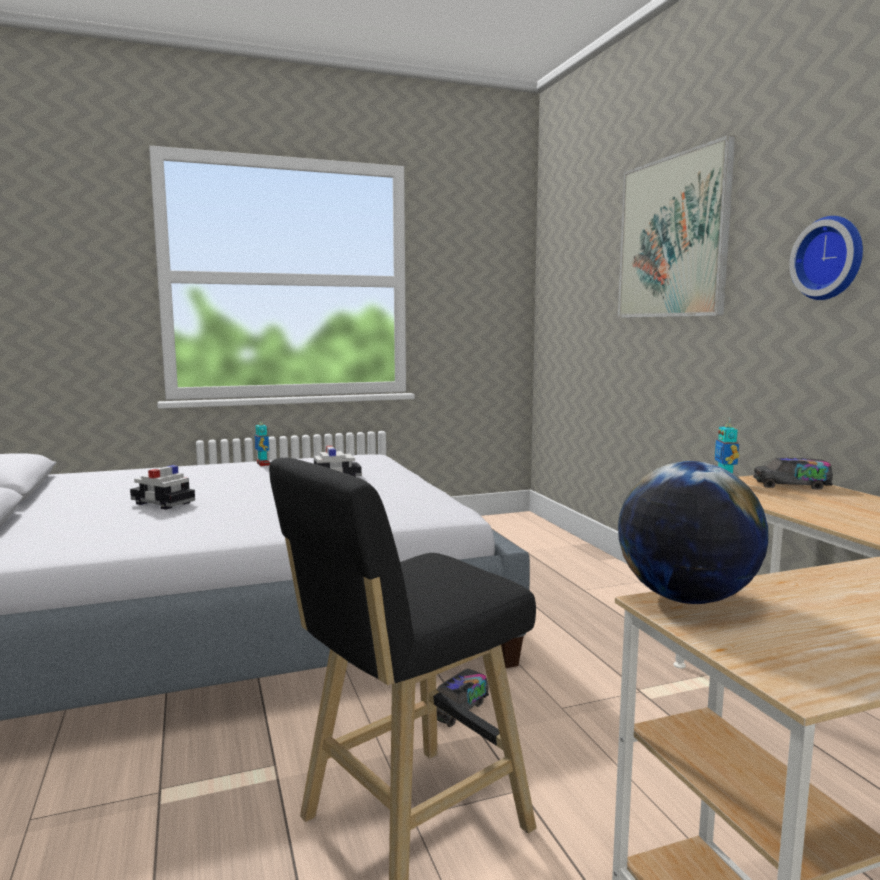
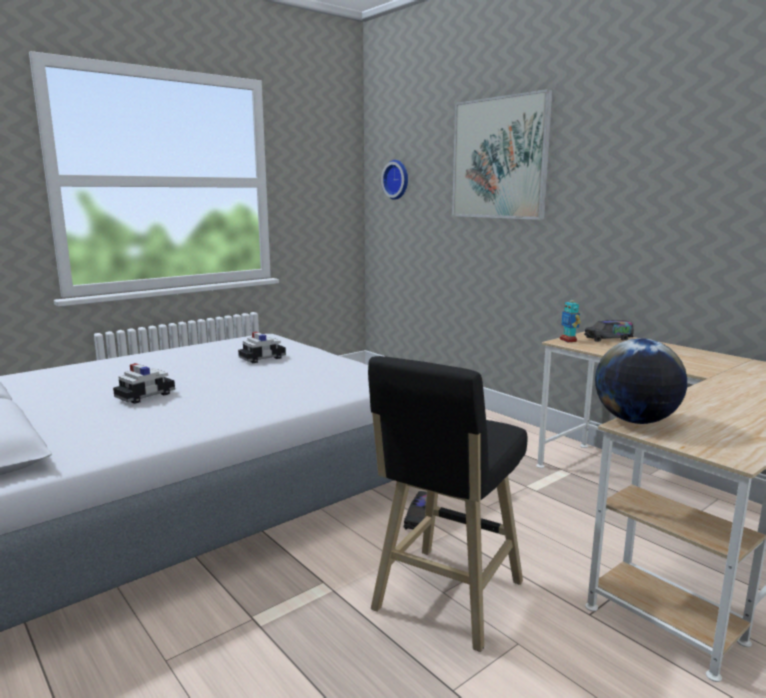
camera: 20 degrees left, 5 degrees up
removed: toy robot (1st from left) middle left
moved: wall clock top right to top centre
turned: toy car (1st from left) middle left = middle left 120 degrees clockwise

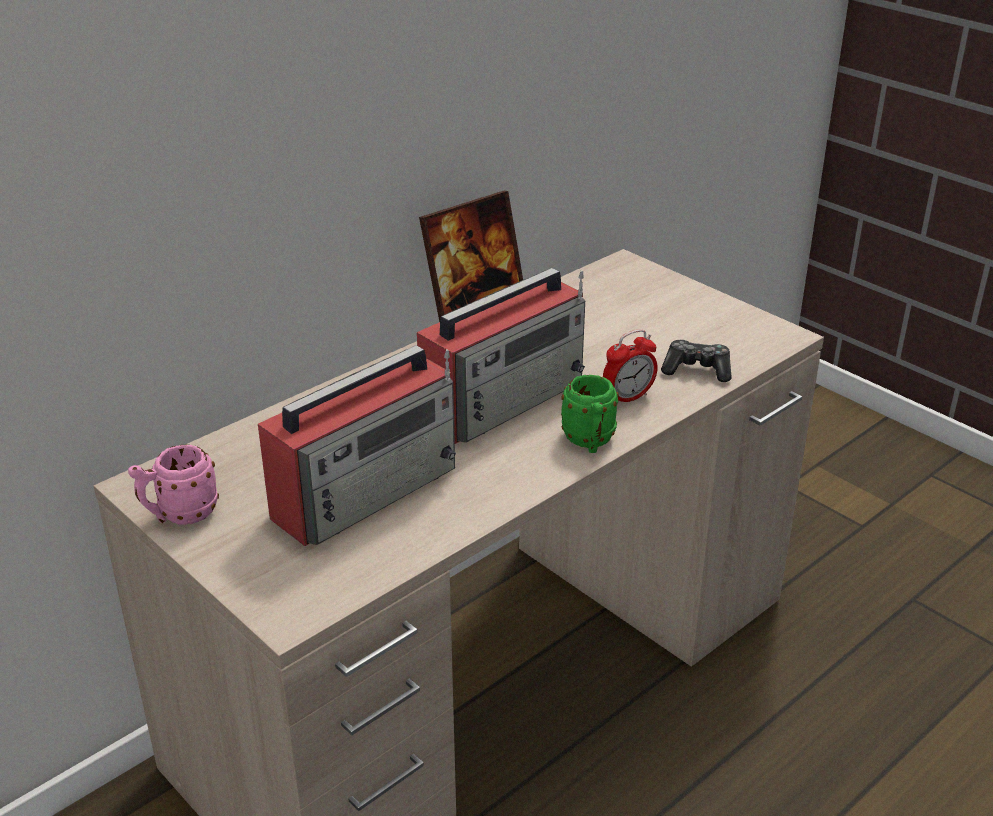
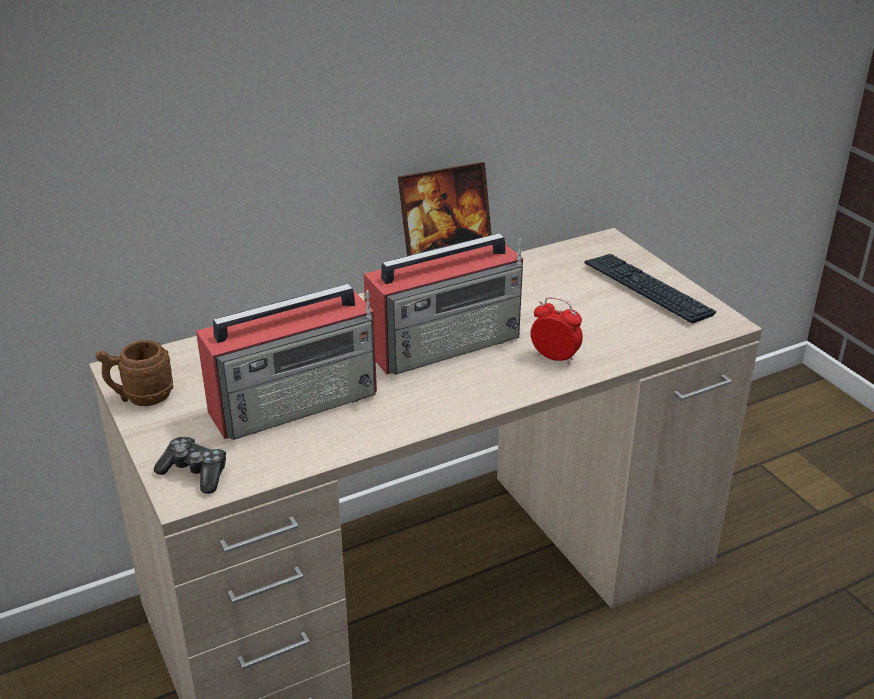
camera: 15 degrees right, 0 degrees up
removed: mug (green) centre
added: keyboard middle right
moved: game controller middle right to middle left
recoloured: mug (pink) middle left to mug (brown) middle left
turned: alarm clock centre = centre 135 degrees counterclockwise

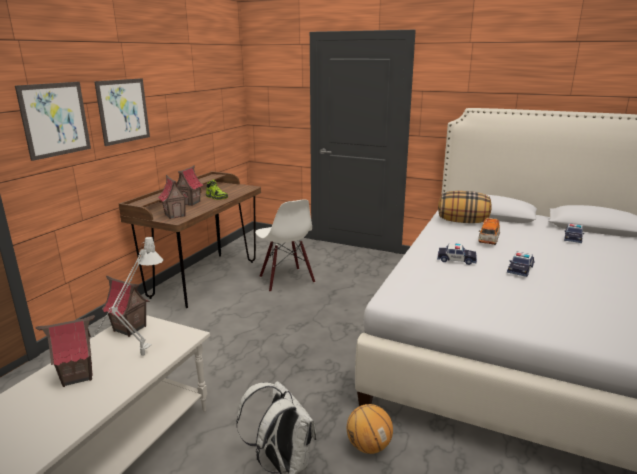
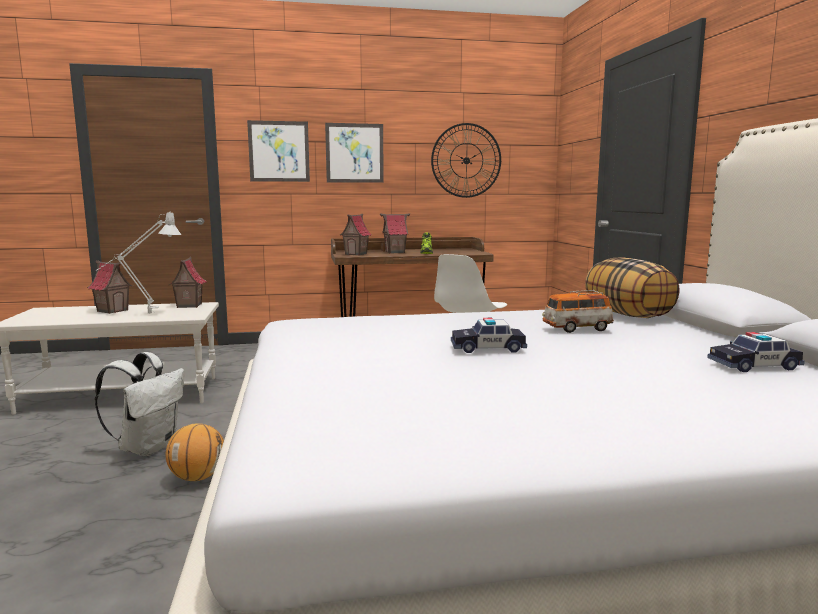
camera: 55 degrees right, 10 degrees down
removed: toy car (1st from left) middle right
added: wall clock top centre

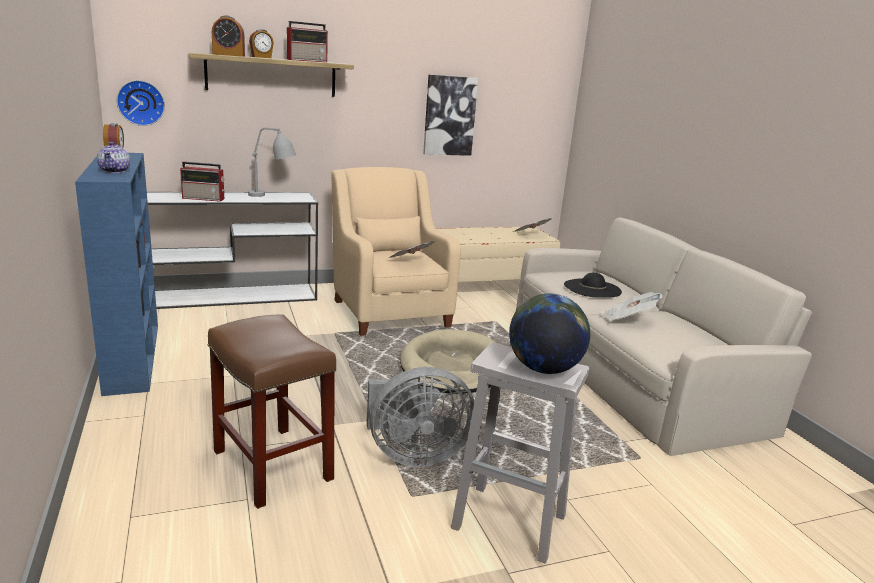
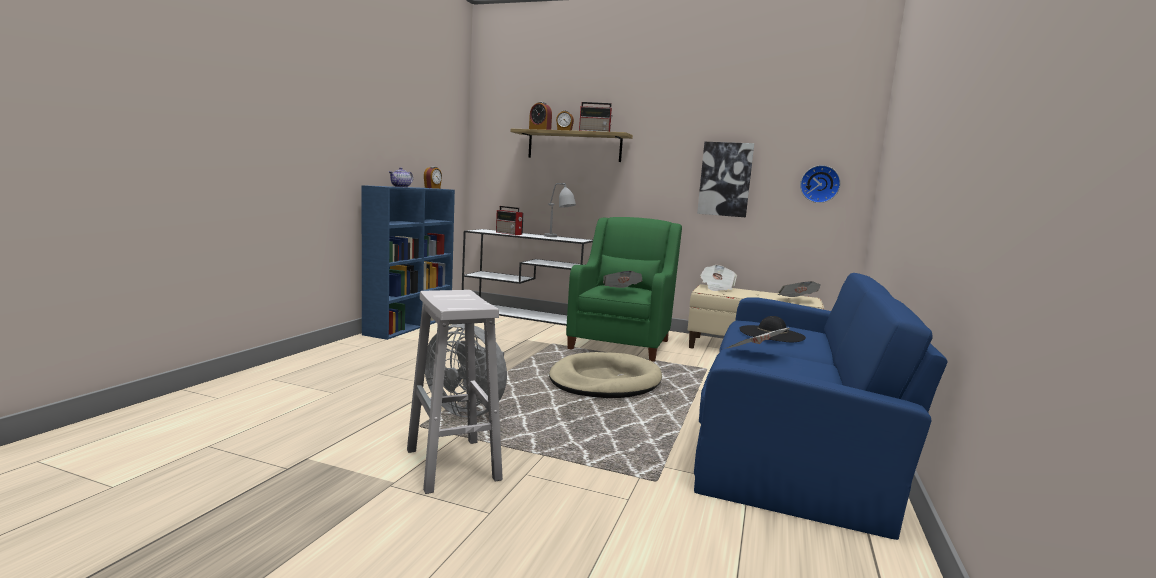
camera: 40 degrees right, 10 degrees down
removed: stool (brown) bottom left; globe centre
added: newspaper (2nd from left) centre
moved: wall clock top left to top right
recoloured: armchair (beige) centre to armchair (green) centre; sofa (beige) middle right to sofa (blue) bottom right

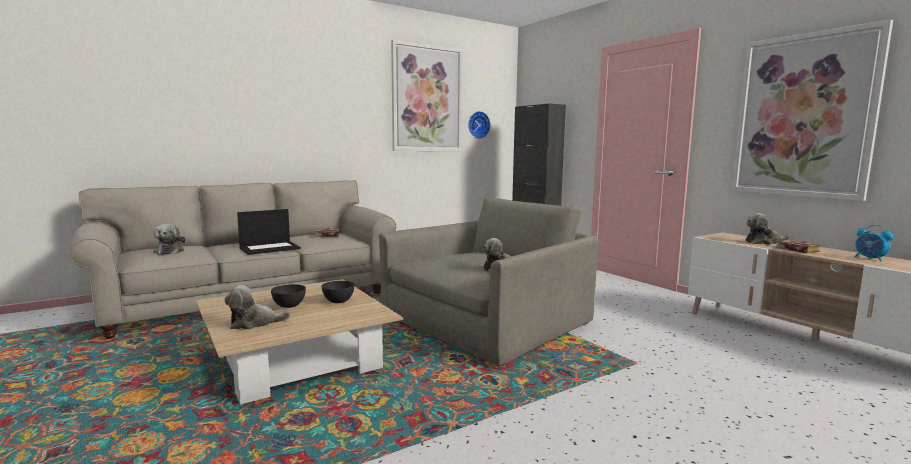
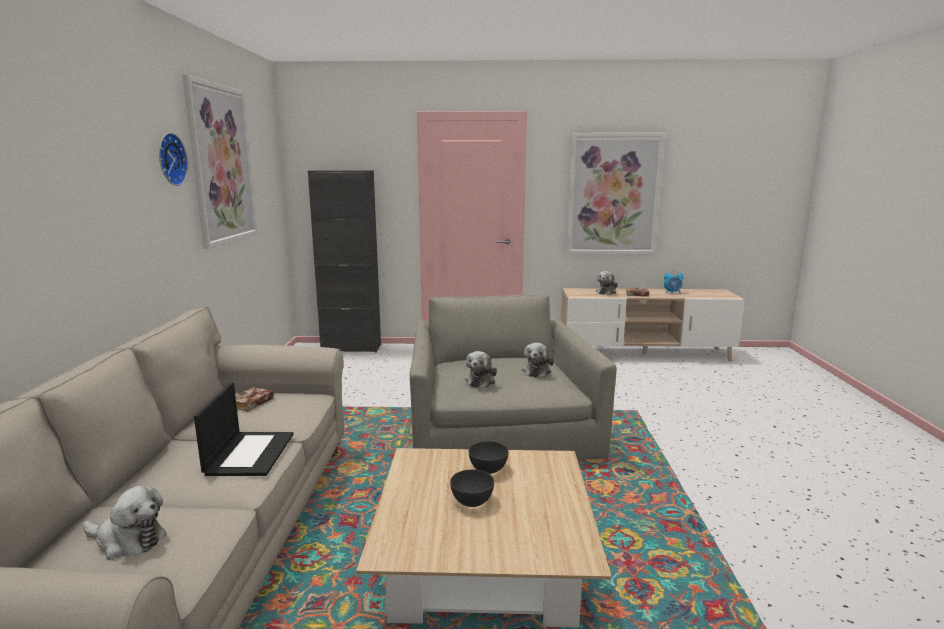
camera: 55 degrees left, 5 degrees up
moved: plush toy (2nd from left) middle left to centre; wall clock top centre to top left

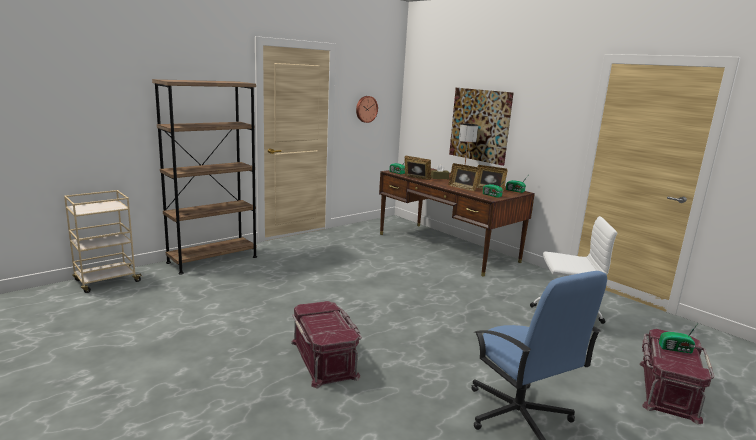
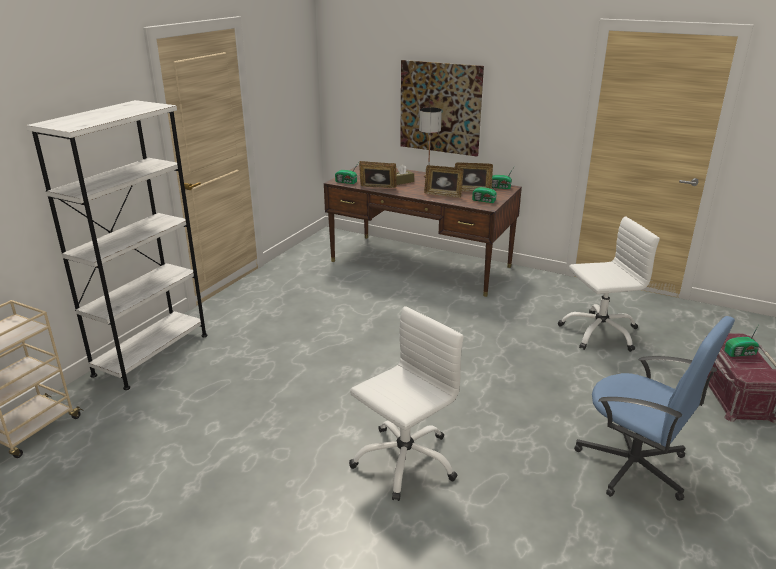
camera: 20 degrees left, 10 degrees up
removed: wall clock top centre
replaced: storage box (red) (1st from left) bottom centre to office chair (white) (1st from left) bottom centre
recoloured: bookcase (brown) middle left to bookcase (white) middle left

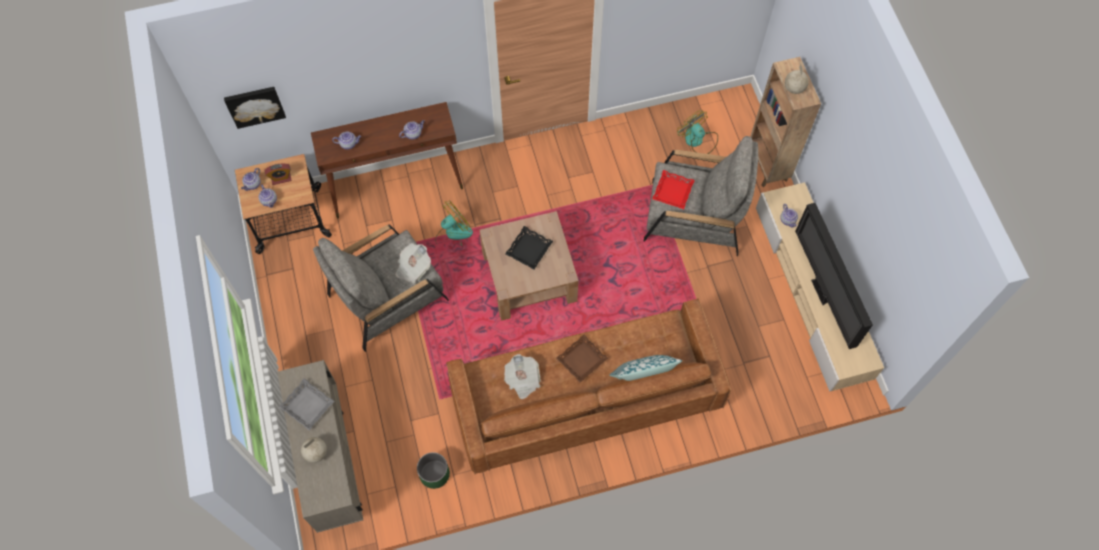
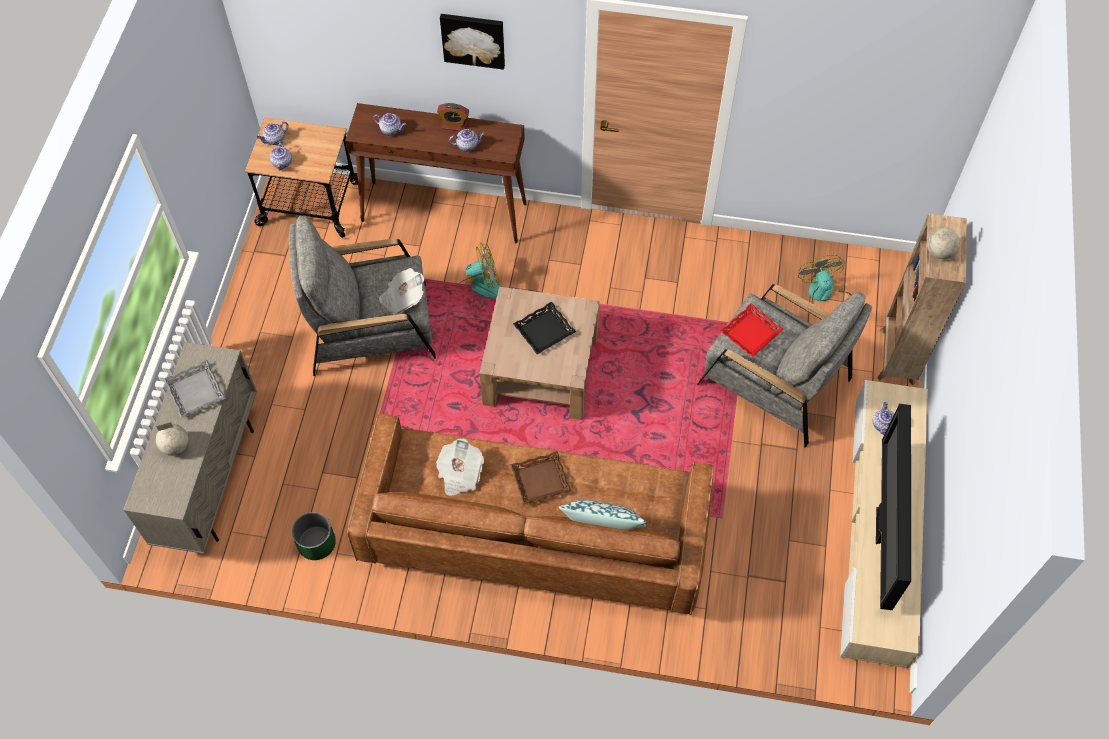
camera: 25 degrees right, 5 degrees down
moved: picture top left to top centre; alarm clock top left to top centre

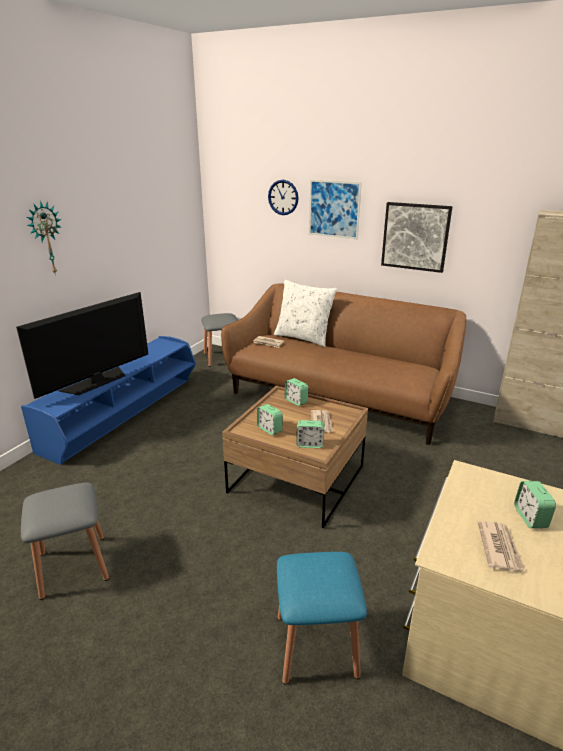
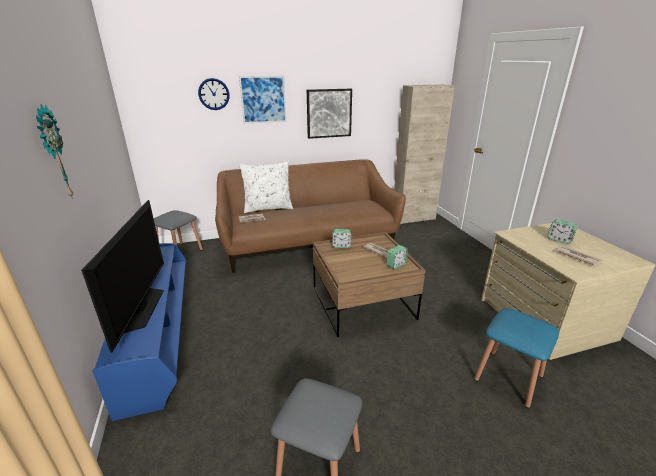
camera: 45 degrees left, 0 degrees up
removed: alarm clock (1st from left) centre

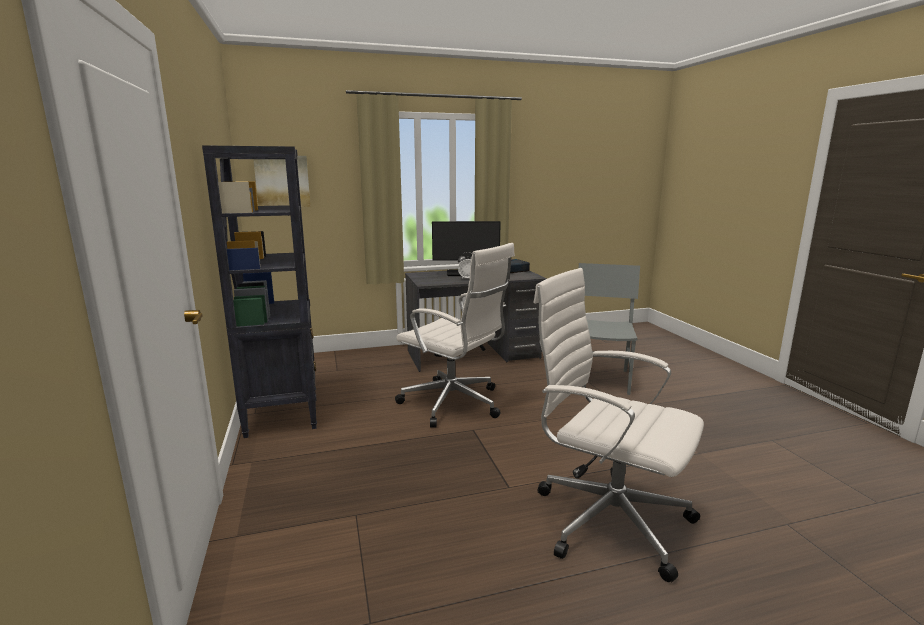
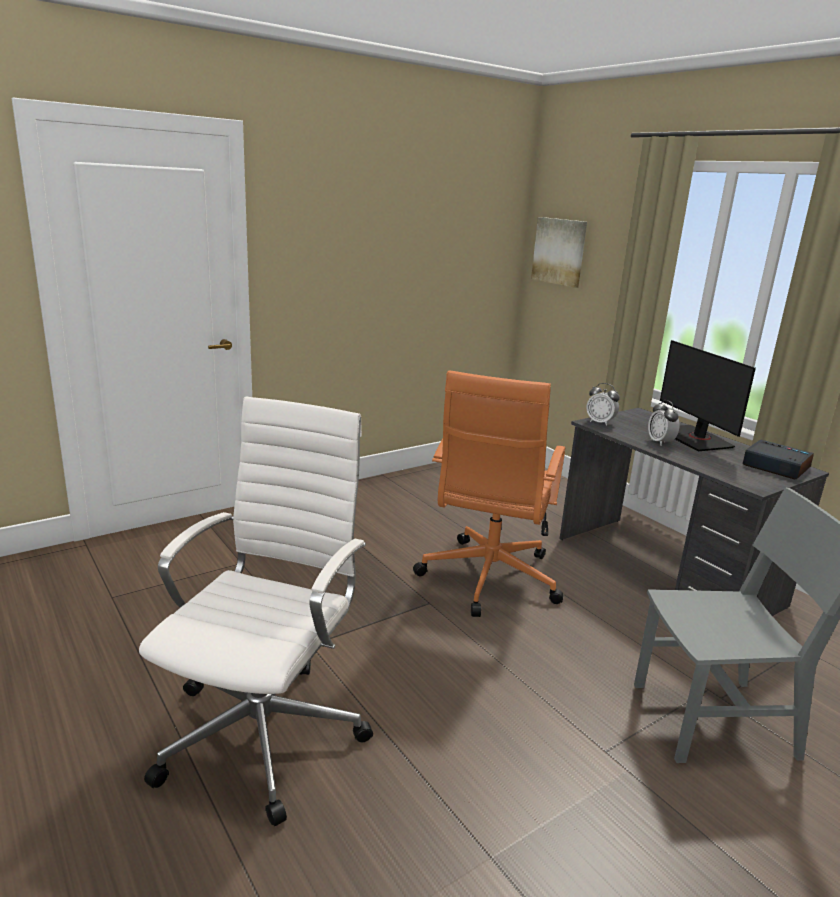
camera: 70 degrees right, 5 degrees up
removed: bookcase (black) middle left
added: alarm clock (1st from left) middle right
recoloured: office chair (white) (1st from left) centre to office chair (orange) centre

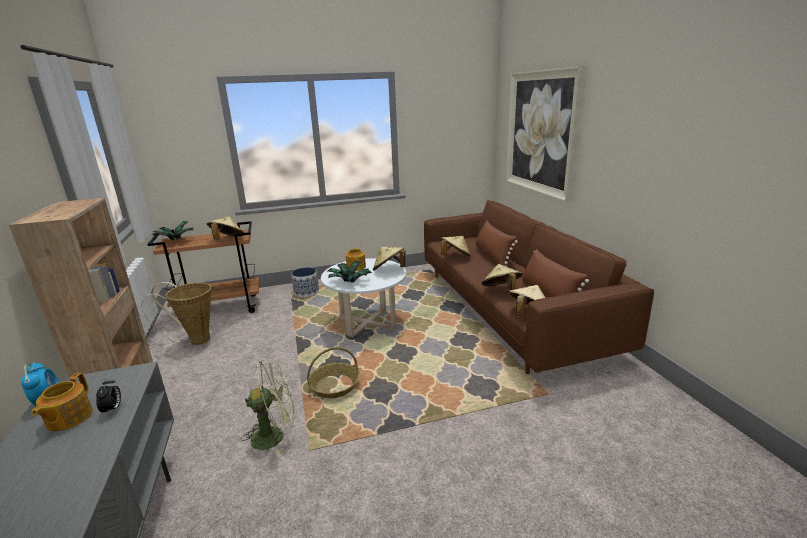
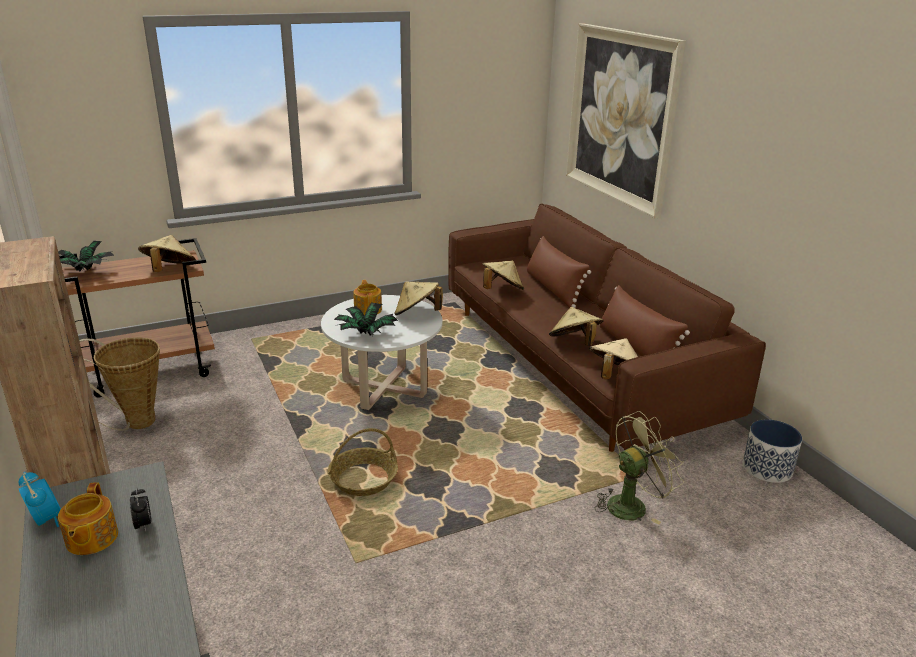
camera: 10 degrees left, 5 degrees up
moved: fan (green) bottom left to bottom right; planter centre to bottom right

